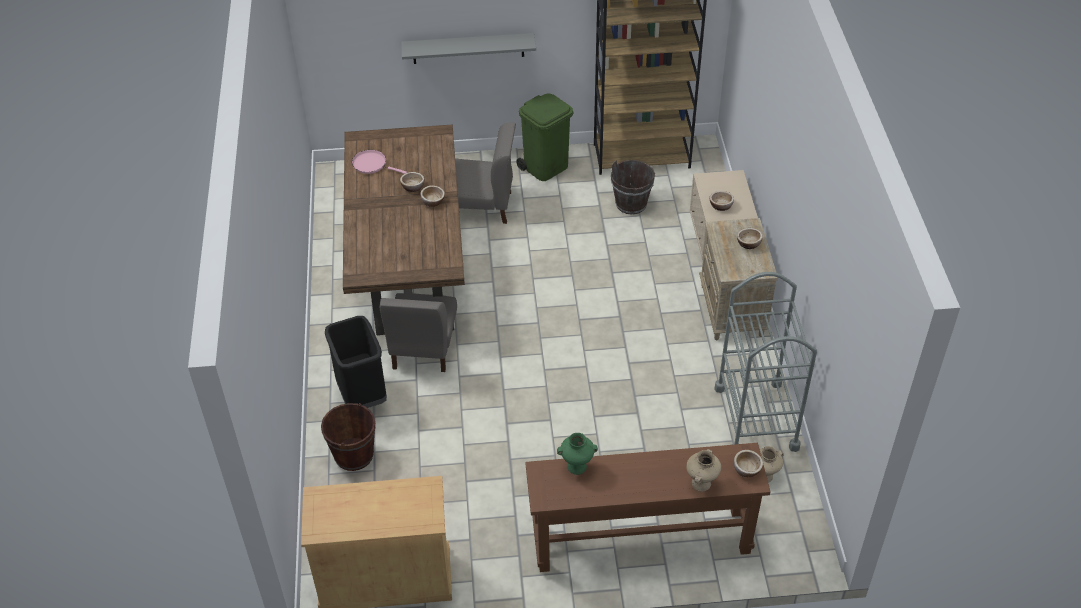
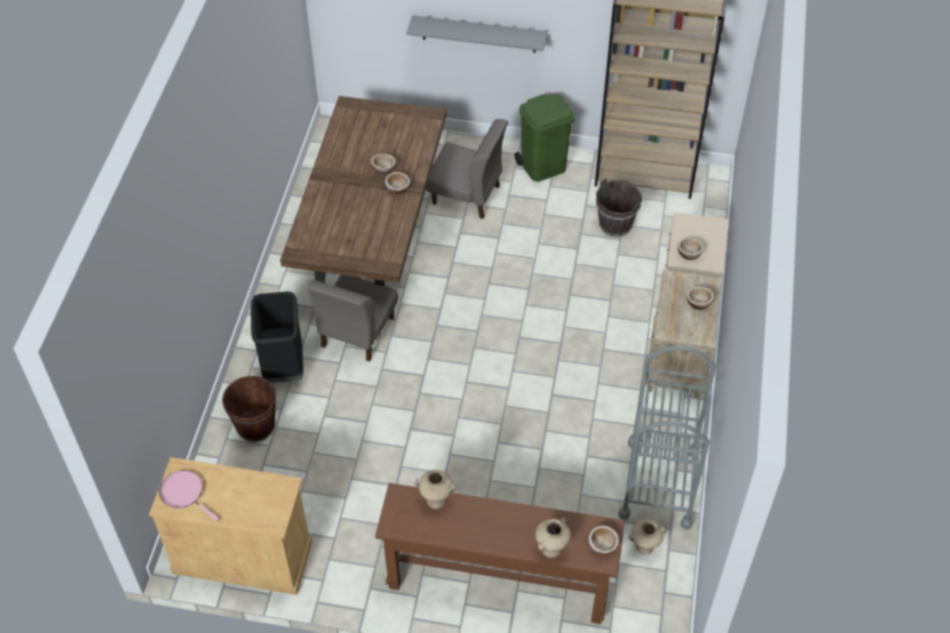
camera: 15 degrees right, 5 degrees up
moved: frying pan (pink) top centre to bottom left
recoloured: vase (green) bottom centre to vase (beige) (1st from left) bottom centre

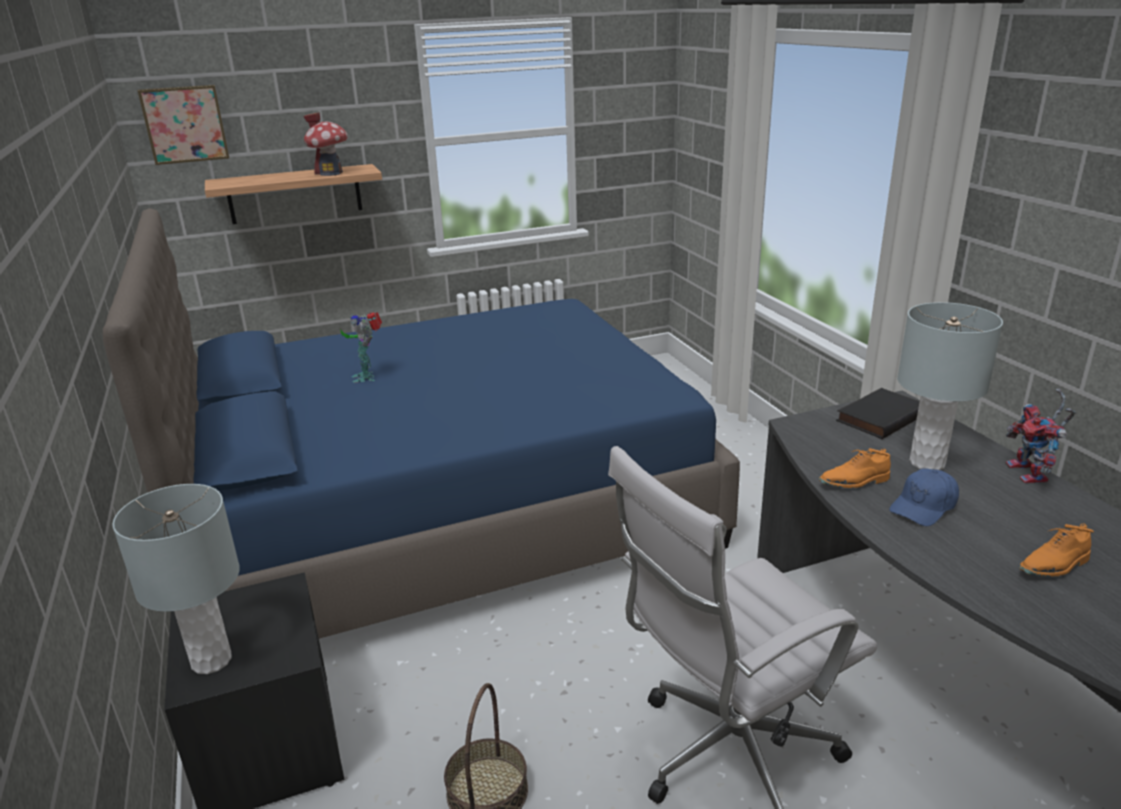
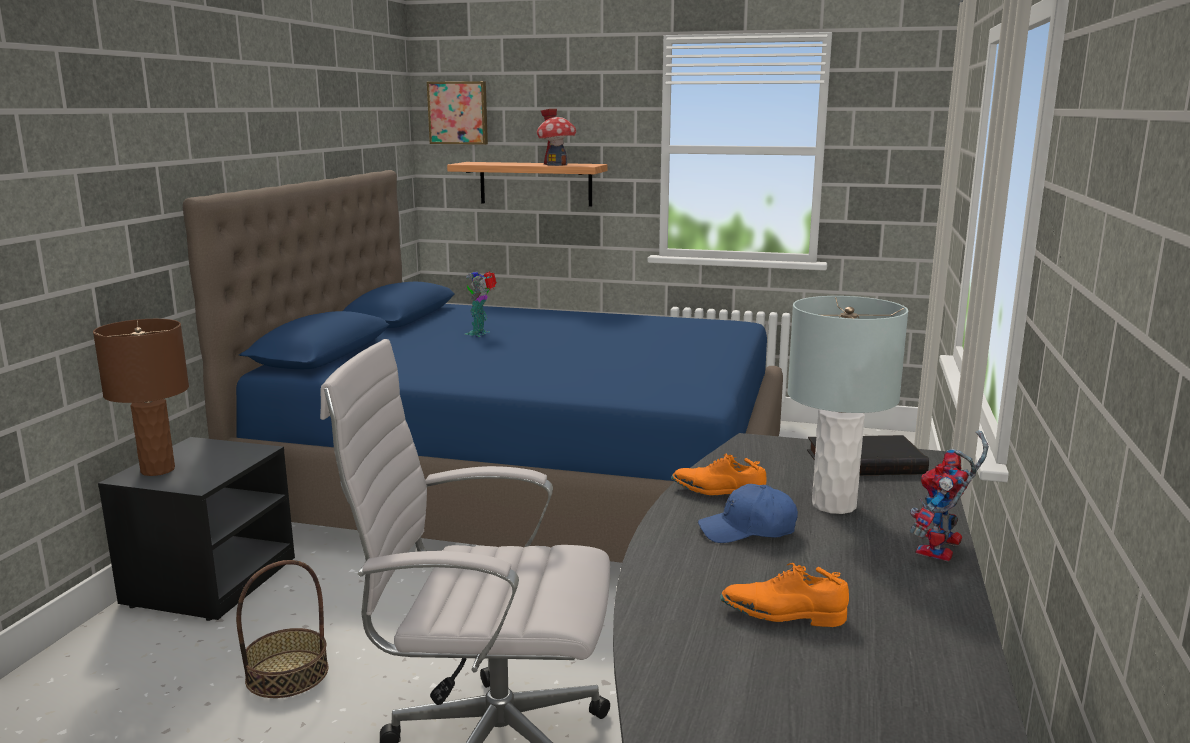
camera: 35 degrees right, 10 degrees down
recoloured: table lamp (grey) (1st from left) bottom left to table lamp (brown) middle left

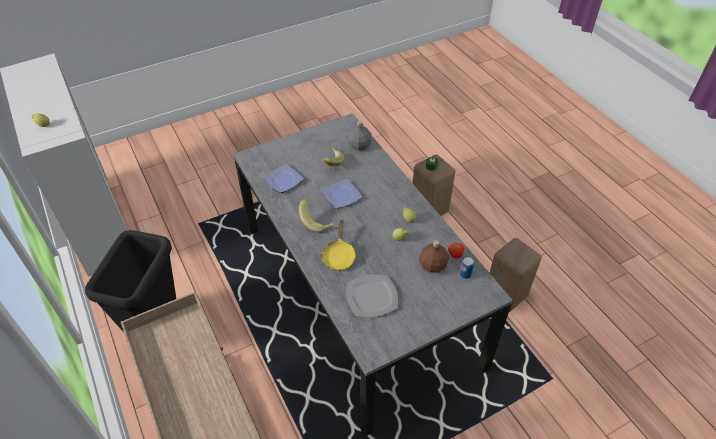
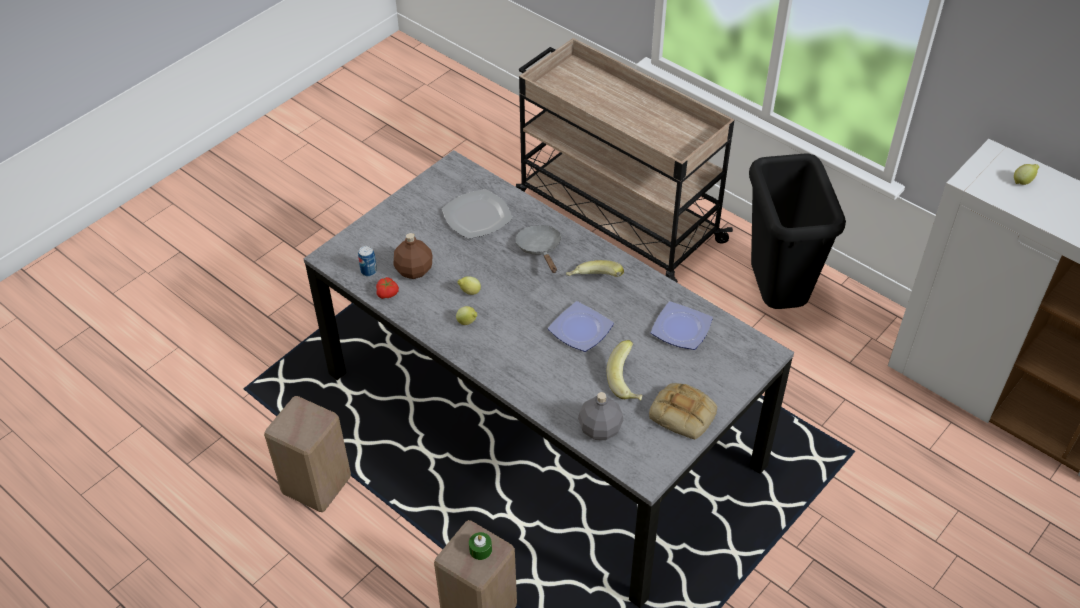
camera: 160 degrees right, 0 degrees up
added: bread bottom centre
recoloured: frying pan (yellow) centre to frying pan (grey) centre

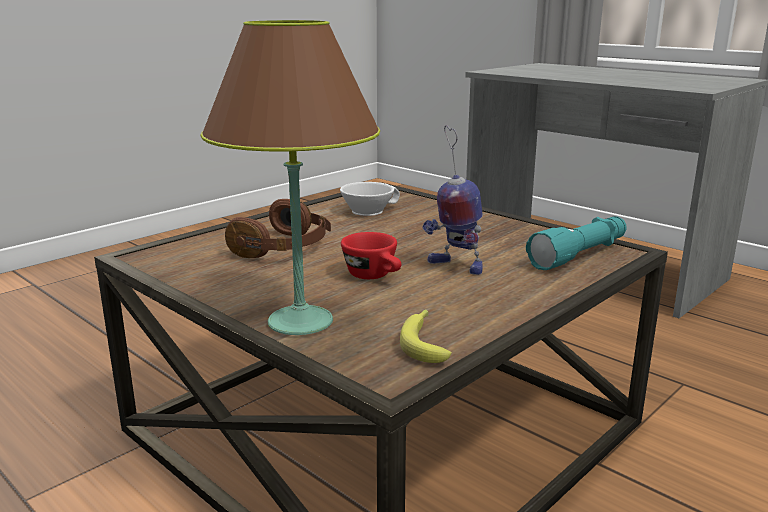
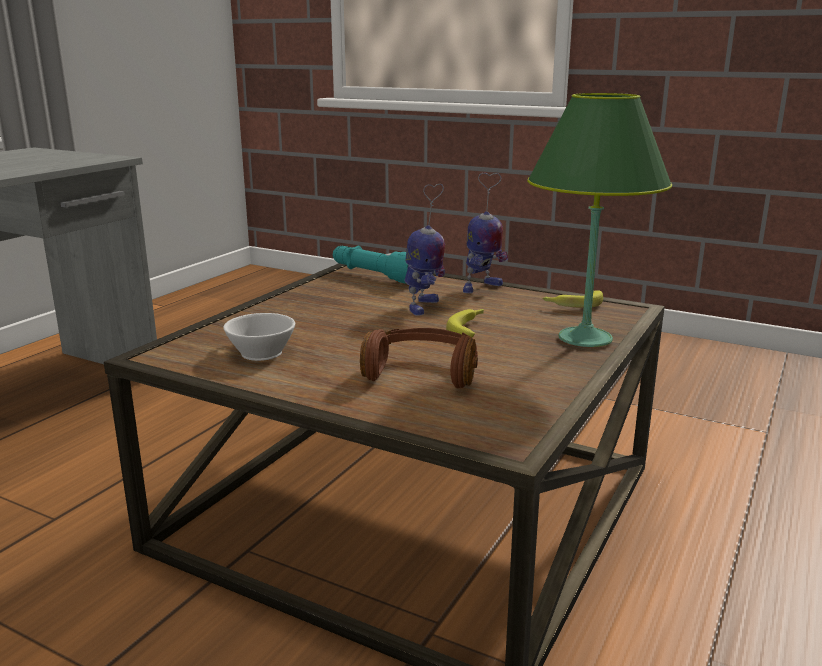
camera: 105 degrees left, 0 degrees up
added: toy robot (2nd from left) centre
replaced: cup (red) centre to banana (1st from left) centre
recoloured: table lamp (brown) centre to table lamp (green) top right

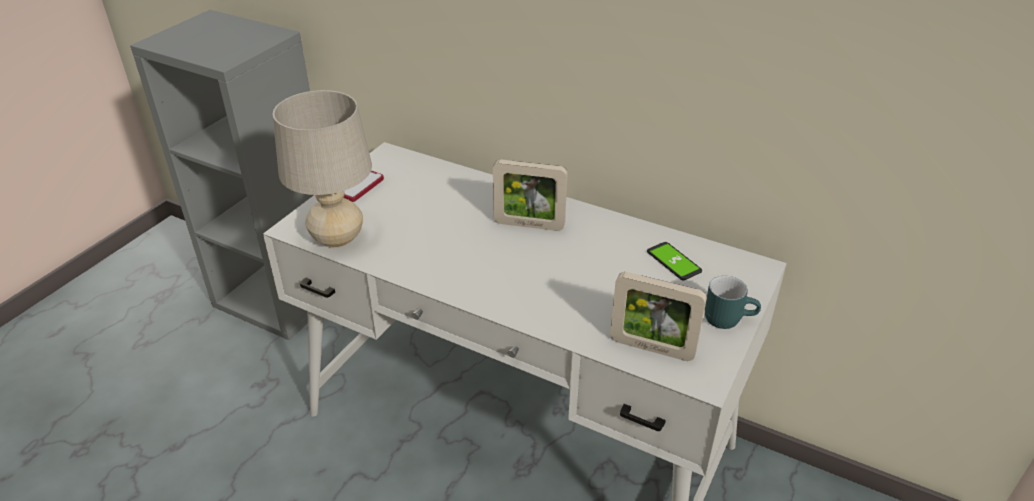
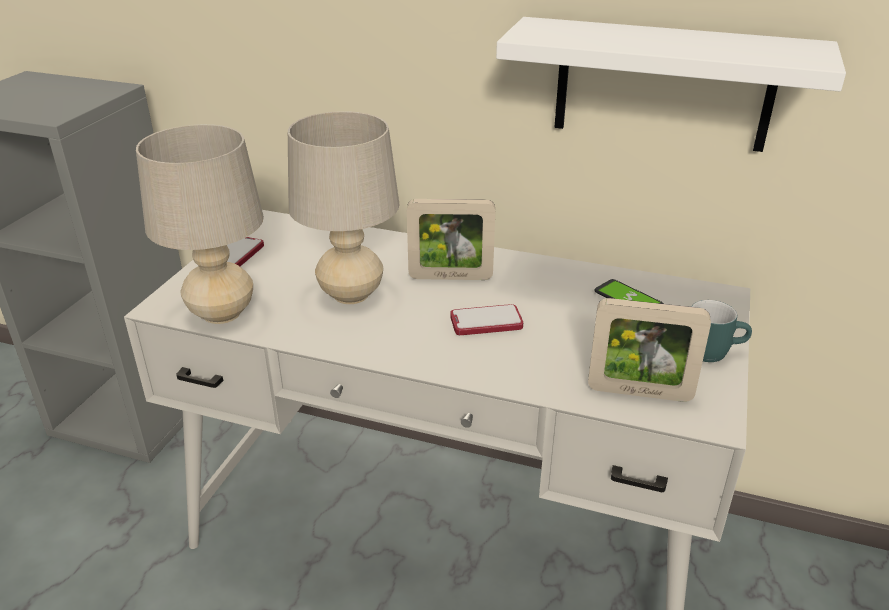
camera: 10 degrees left, 5 degrees down
added: table lamp (beige) (2nd from left) centre; phone (2nd from left) centre; shelf (white) top right

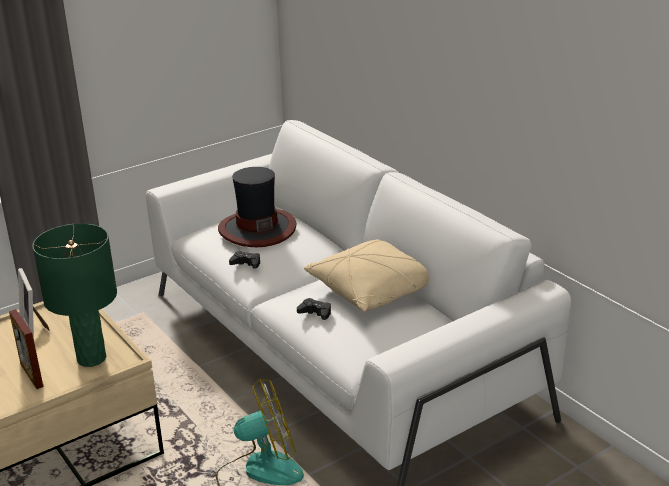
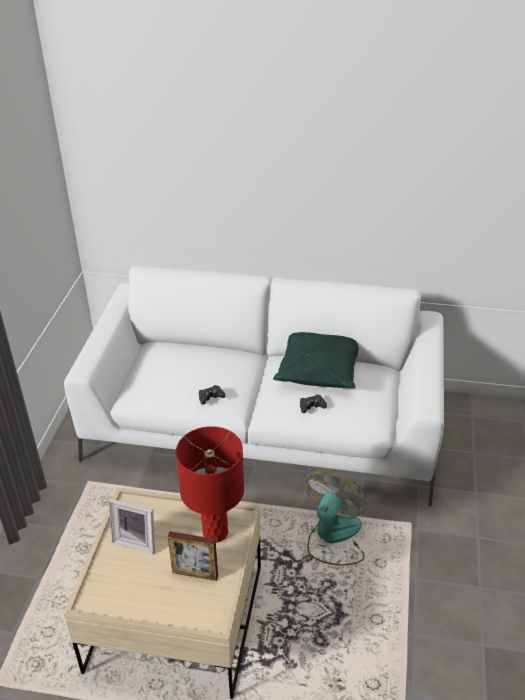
camera: 45 degrees left, 10 degrees up
removed: hat centre
recoloured: table lamp (green) middle left to table lamp (red) bottom centre; pillow (beige) centre to pillow (green) centre

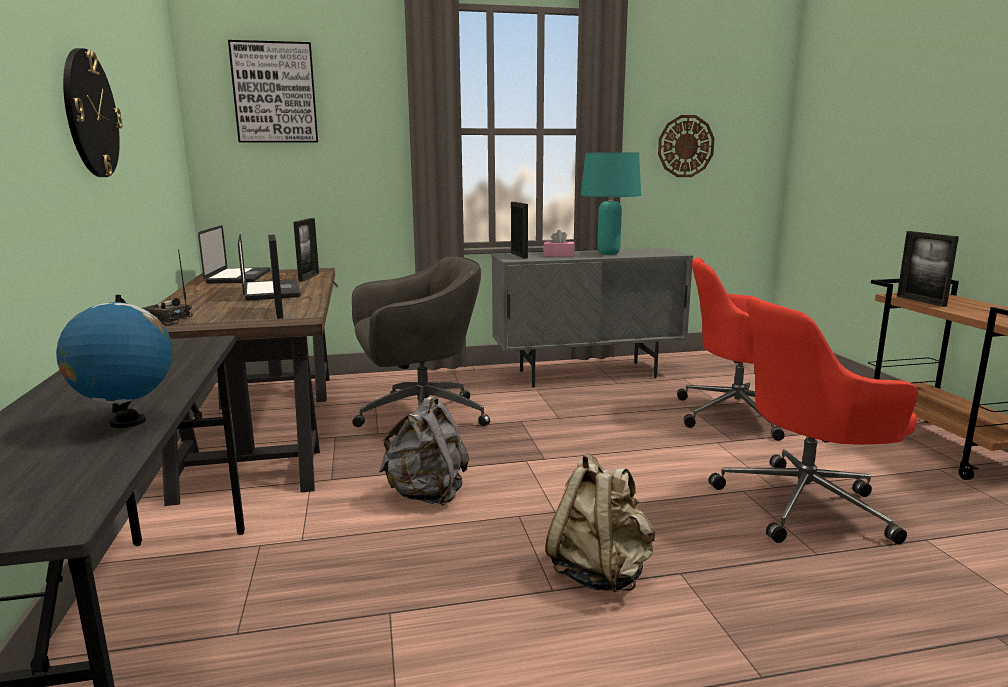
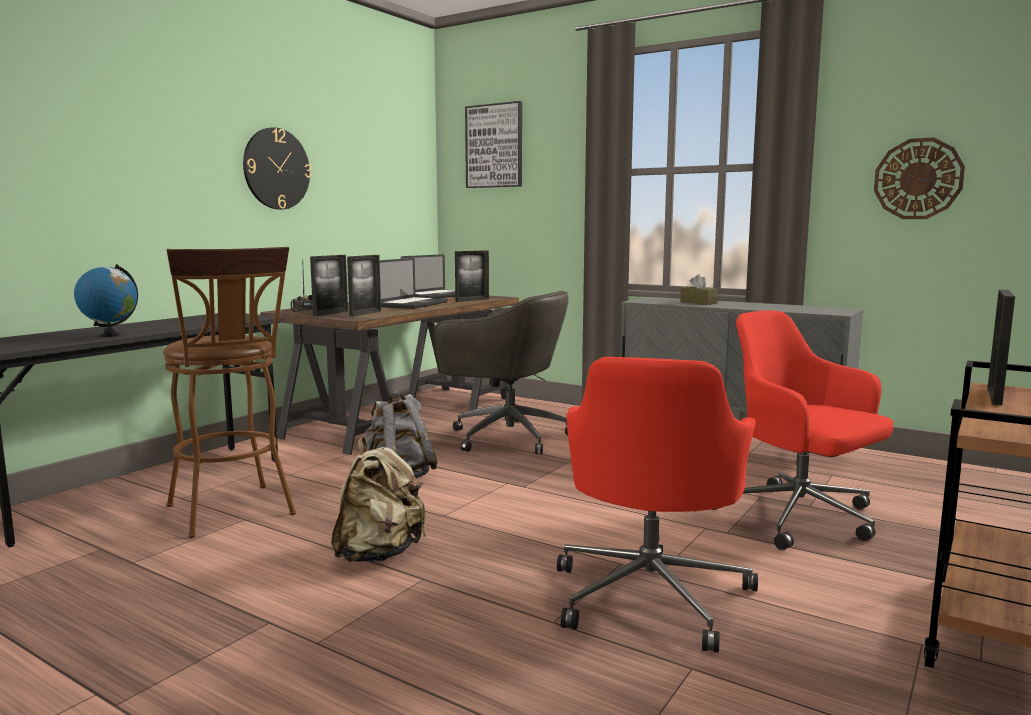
camera: 45 degrees right, 5 degrees down
removed: table lamp (turquoise) top centre
added: stool (brown) middle left
moved: picture frame (3rd from left in the first image) centre to picture frame (1st from left) middle left
recoloured: tissue box (pink) centre to tissue box (brown) middle right
turned: office chair (red) (2nd from left in the first image) middle right = bottom centre 105 degrees counterclockwise

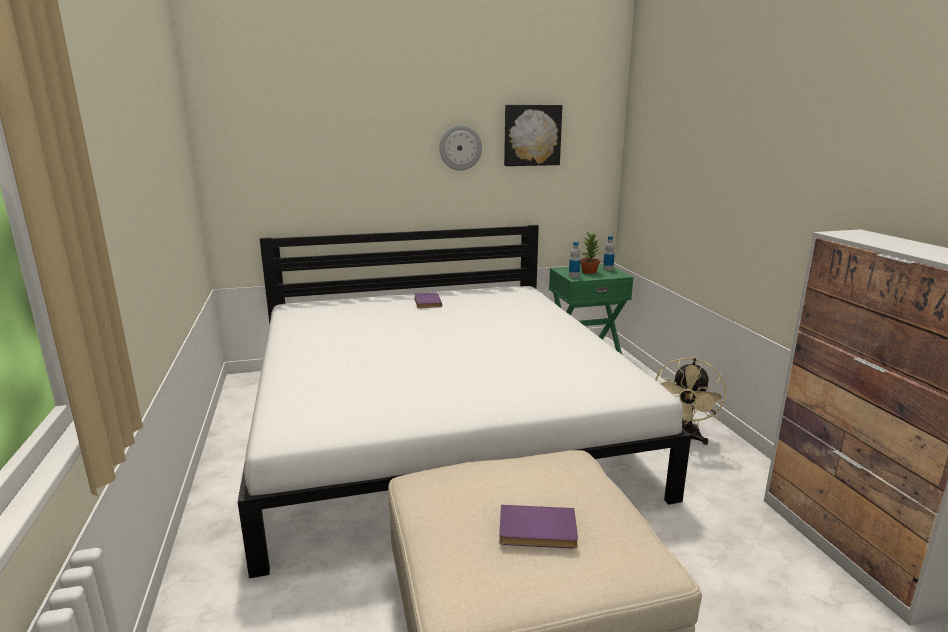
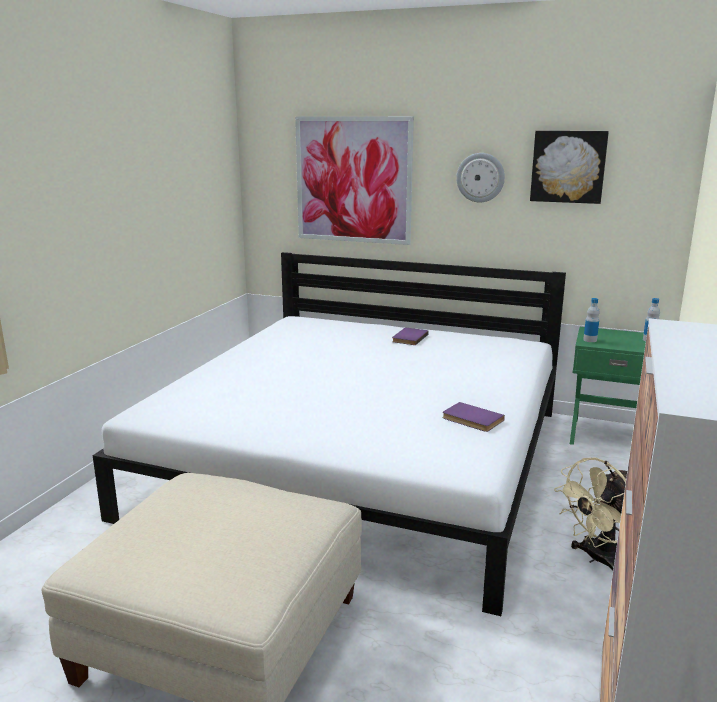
camera: 35 degrees right, 0 degrees up
removed: potted plant centre
added: picture (1st from left) top centre
moved: book (purple) (2nd from left) bottom centre to centre

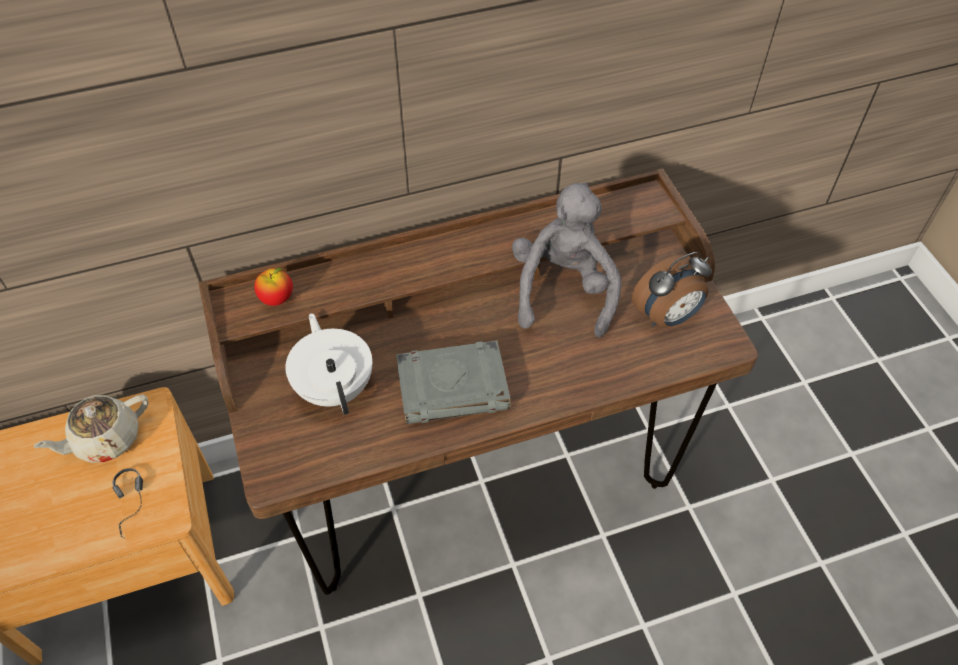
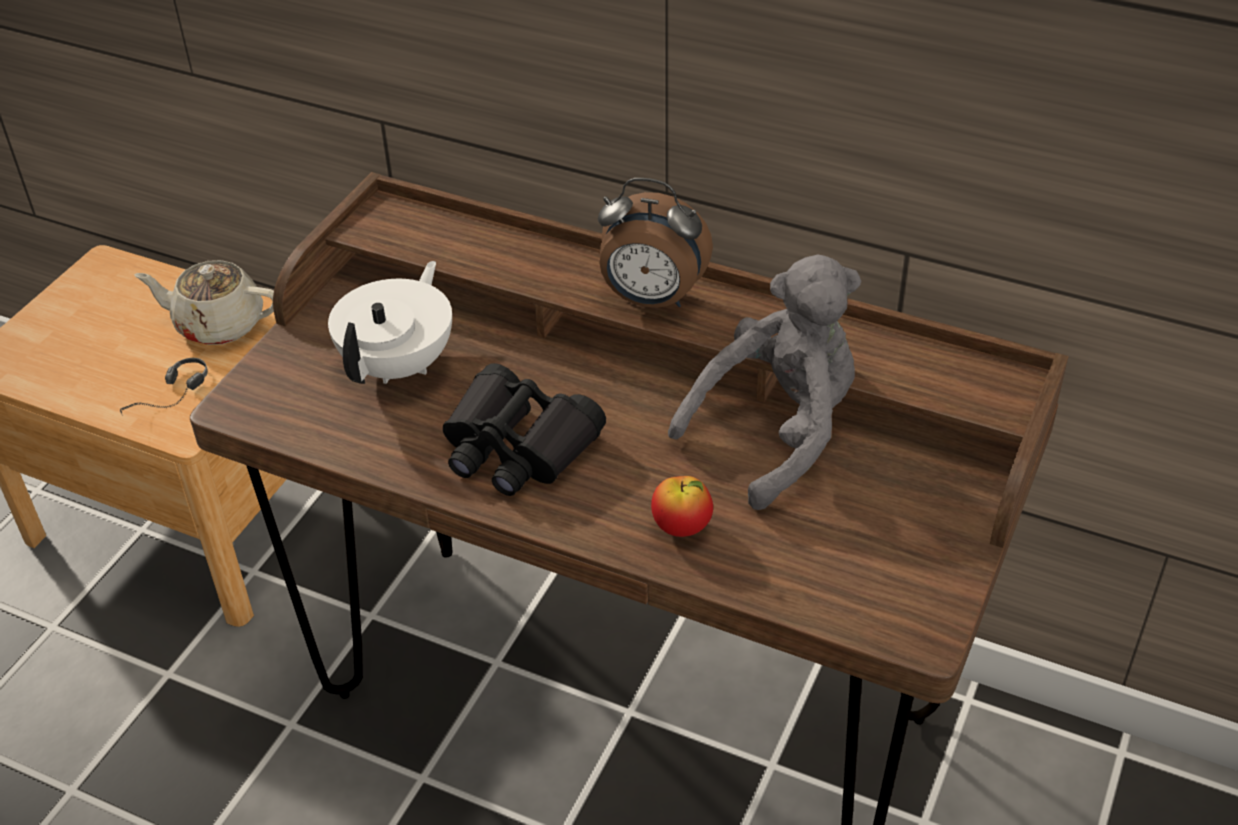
camera: 45 degrees right, 10 degrees down
moved: apple middle left to centre; alarm clock middle right to top centre
replaced: book (grey) centre to binoculars (black) centre

